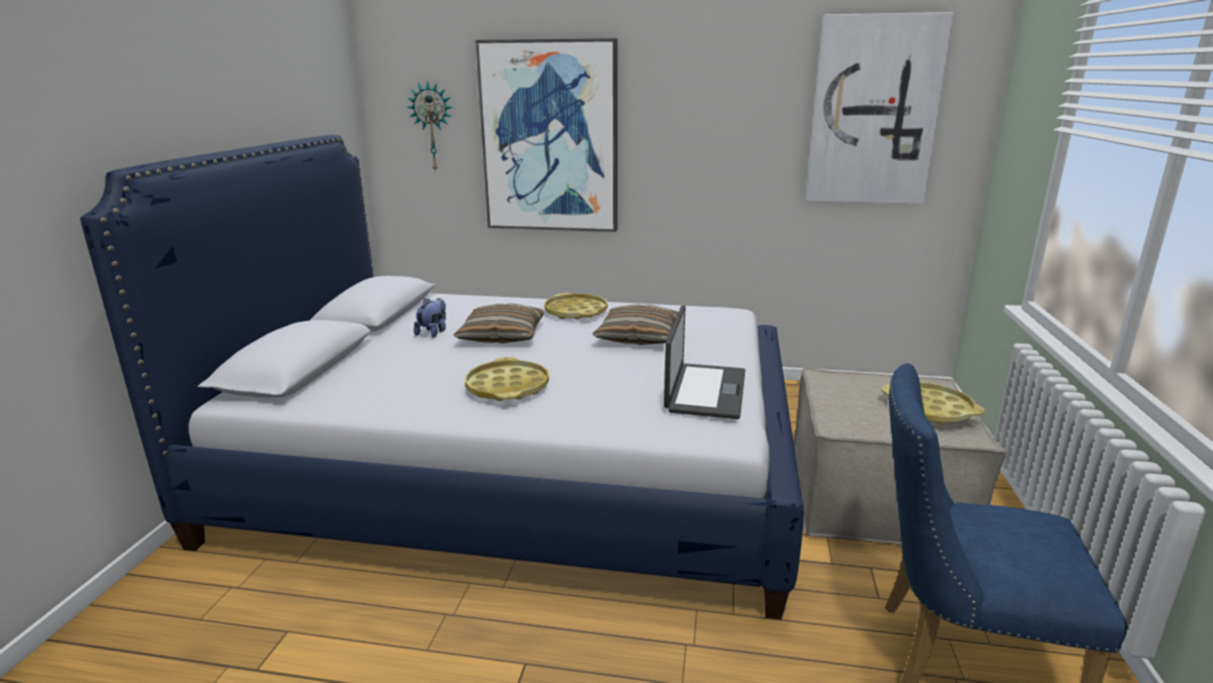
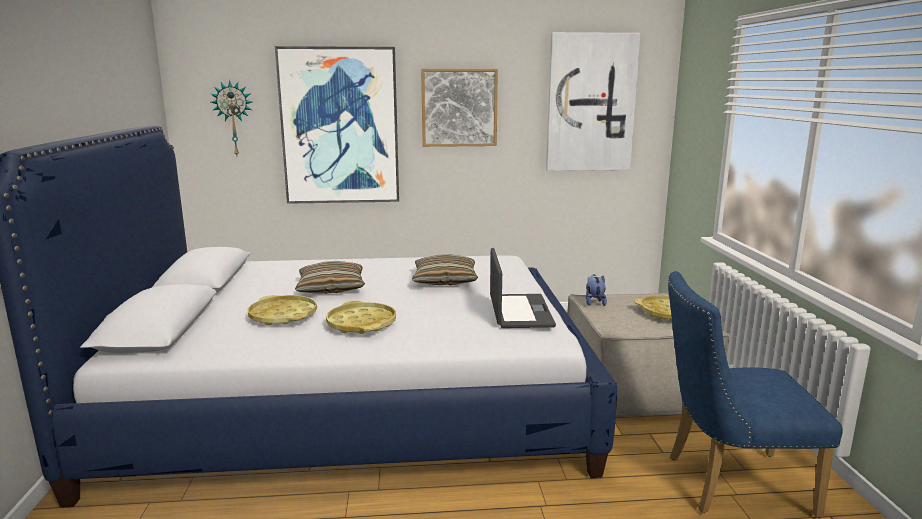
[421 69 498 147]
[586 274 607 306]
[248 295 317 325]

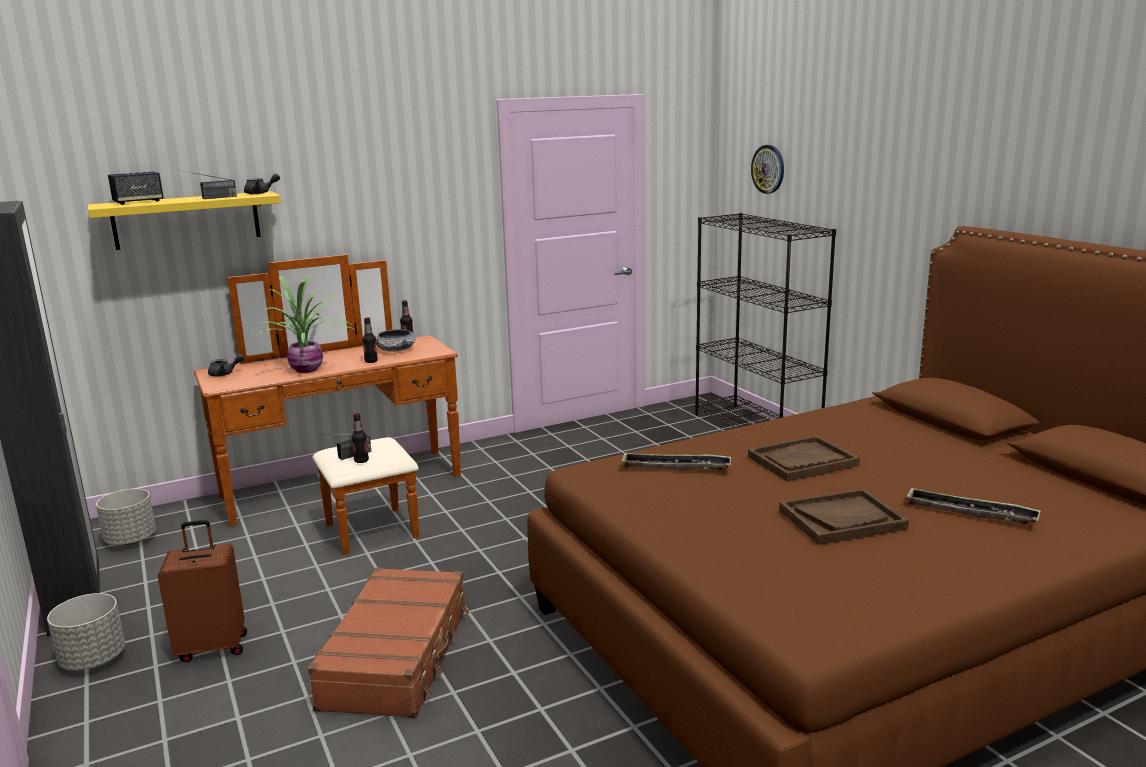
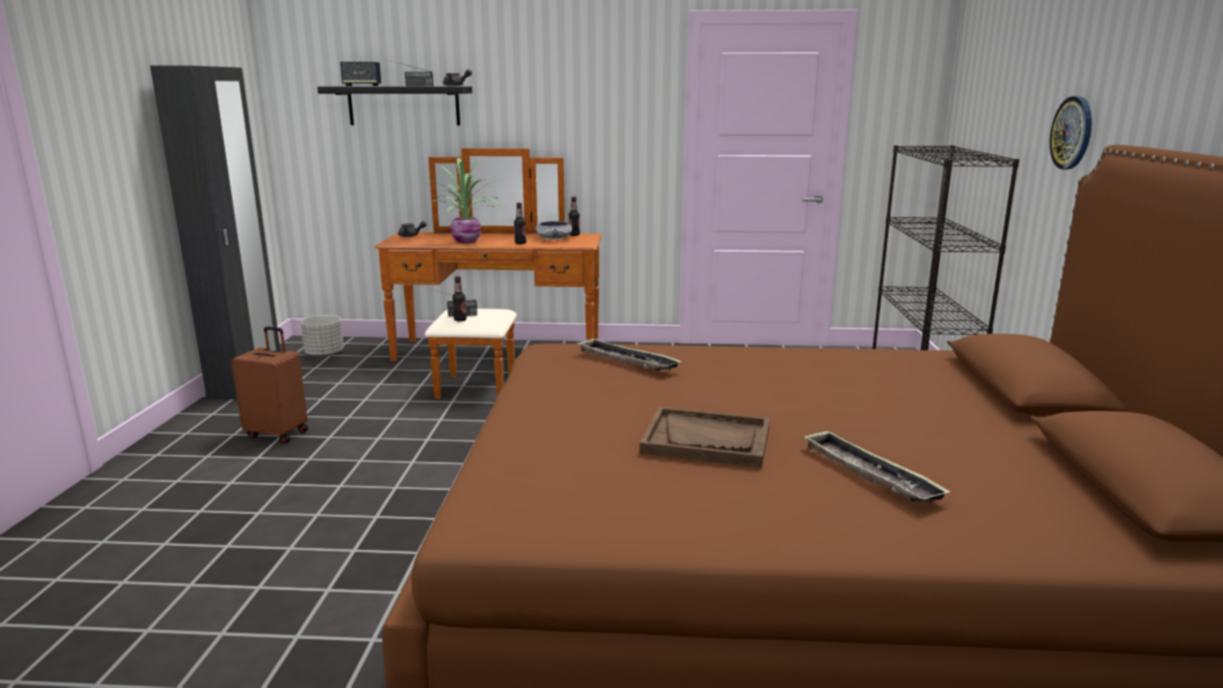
[47 593 125 670] (first image)
[308 567 469 718] (first image)
[748 436 860 482] (first image)
[1050 96 1092 169]
[317 86 472 126]

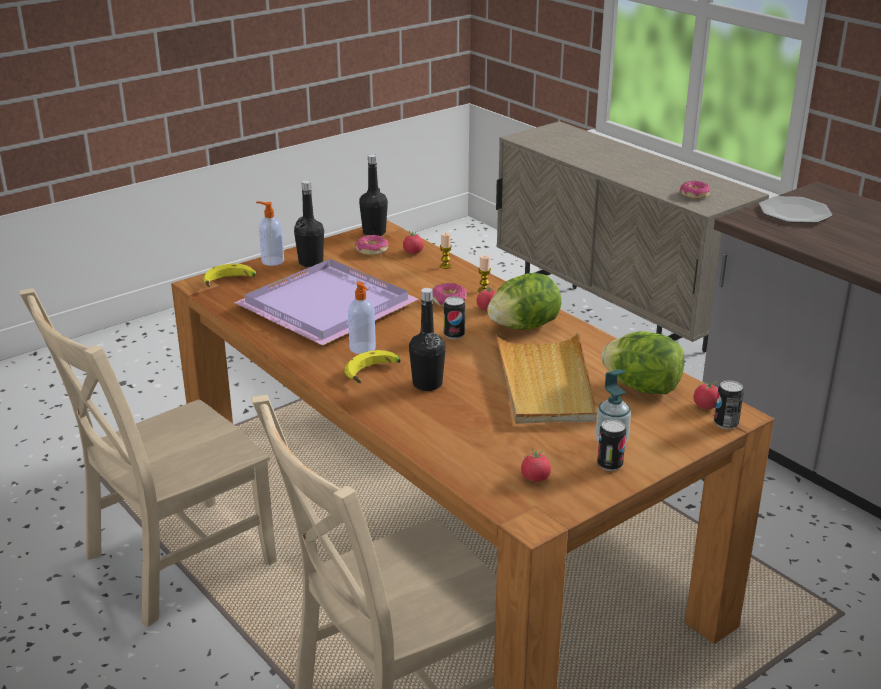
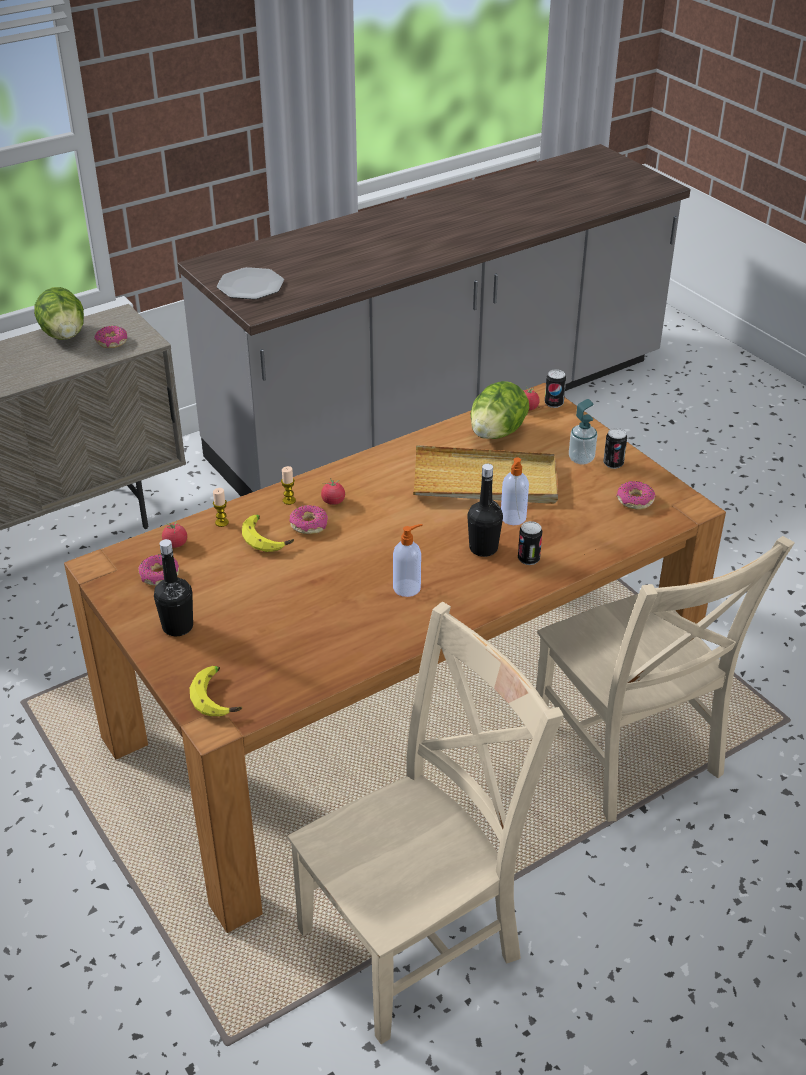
[234 259 419 345] (first image)
[359 154 388 236] (first image)
[501 457 529 525]
[242 515 294 552]
[518 521 542 565]
[34 287 84 340]
[616 481 656 510]
[287 602 564 1044]

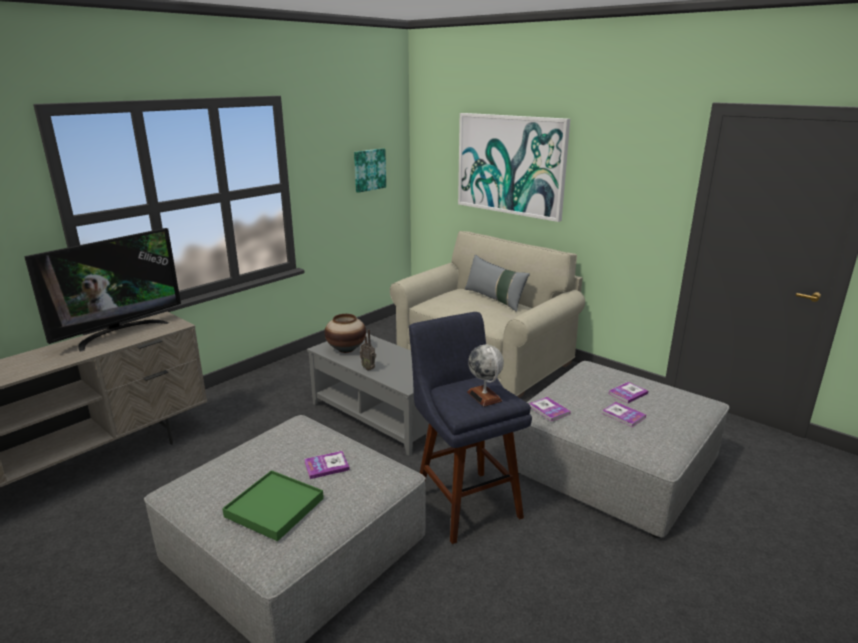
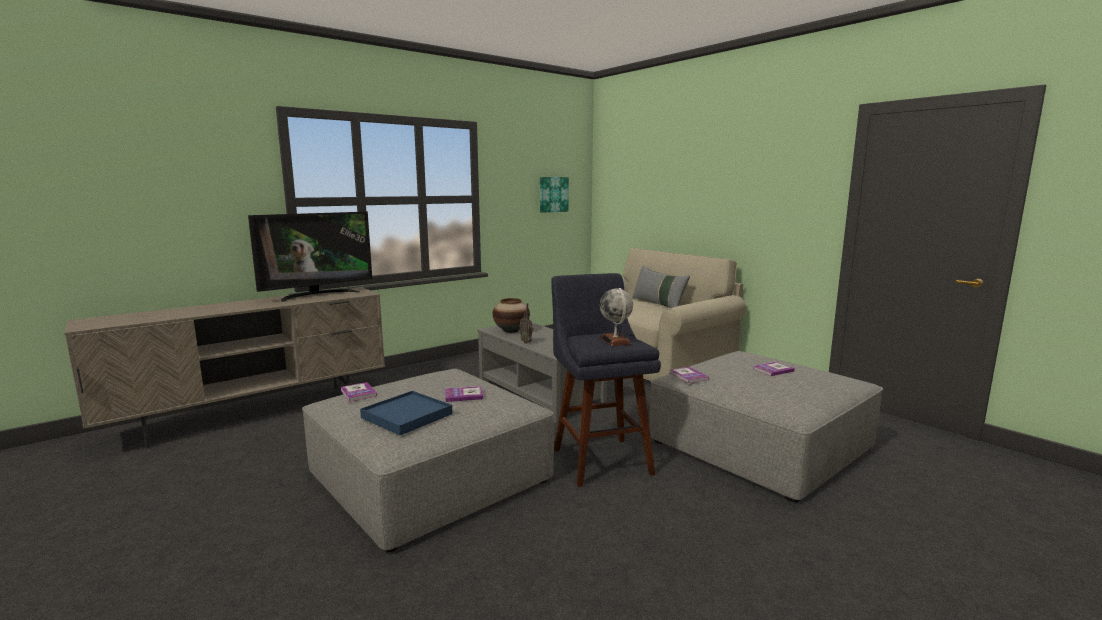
[458 113 570 222] (first image)
[341 382 377 402]
[360 391 452 435]

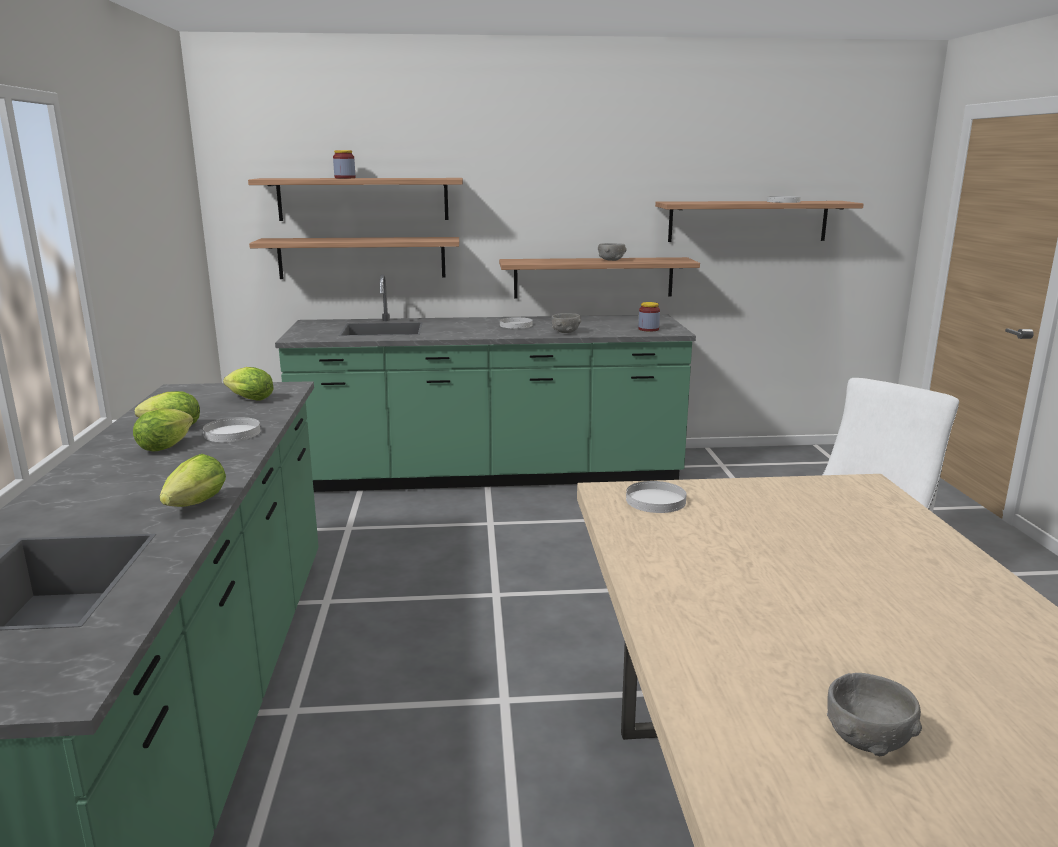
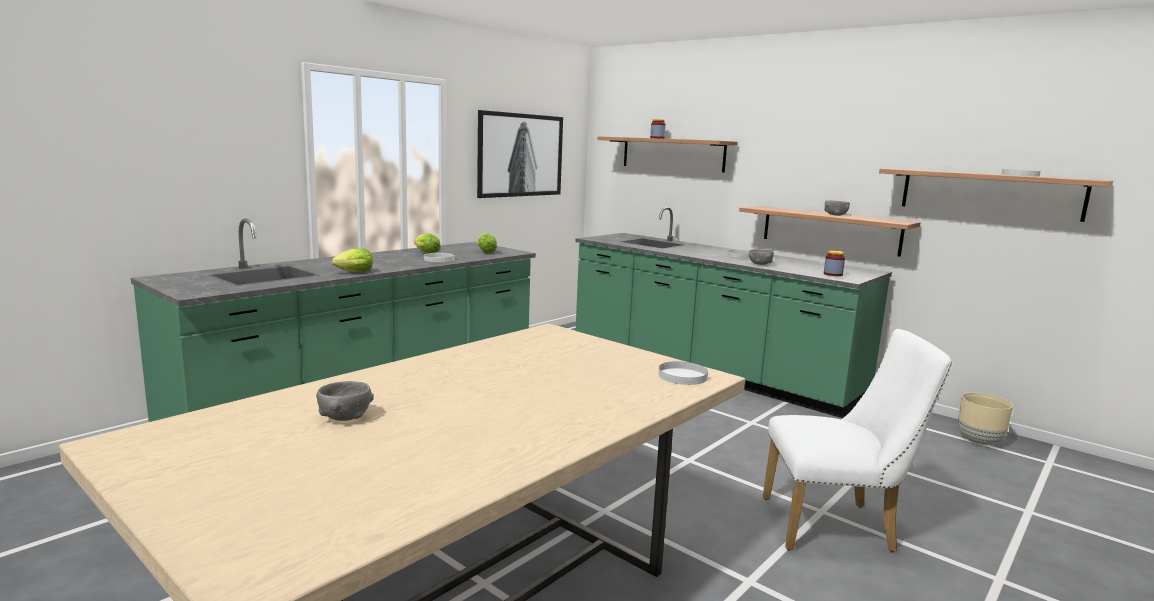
[133 409 193 452] (first image)
[249 237 459 279] (first image)
[477 110 563 198]
[958 393 1013 445]
[658 361 708 385]

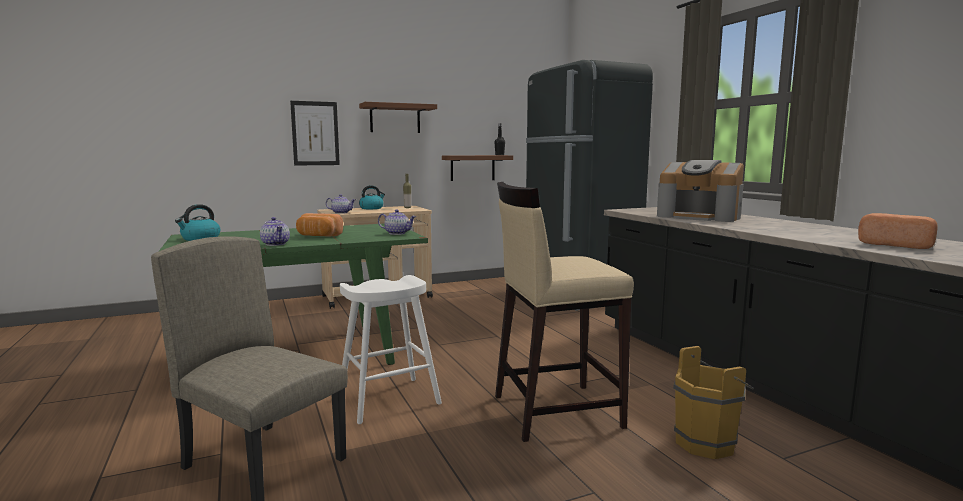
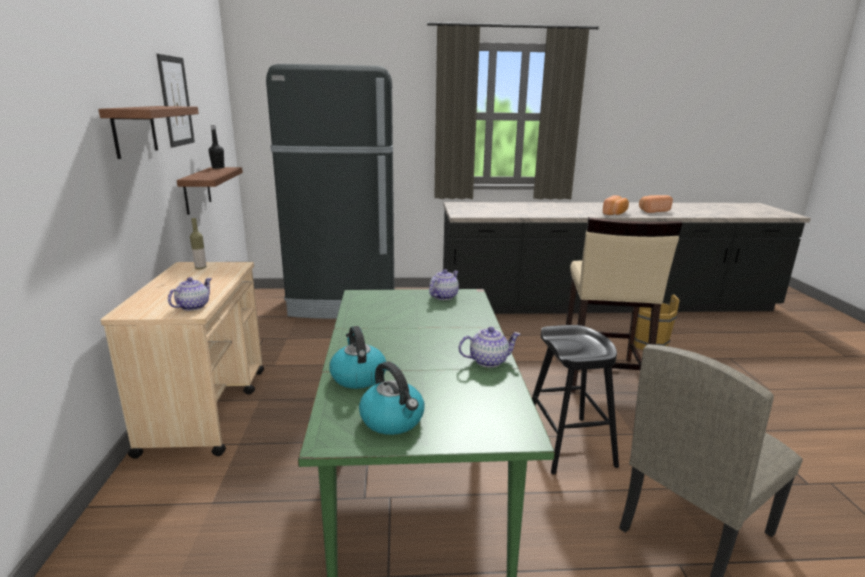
[657 160 744 222] (first image)
[157 54 195 148]
[603 195 629 215]
[329 326 386 389]
[532 325 619 475]

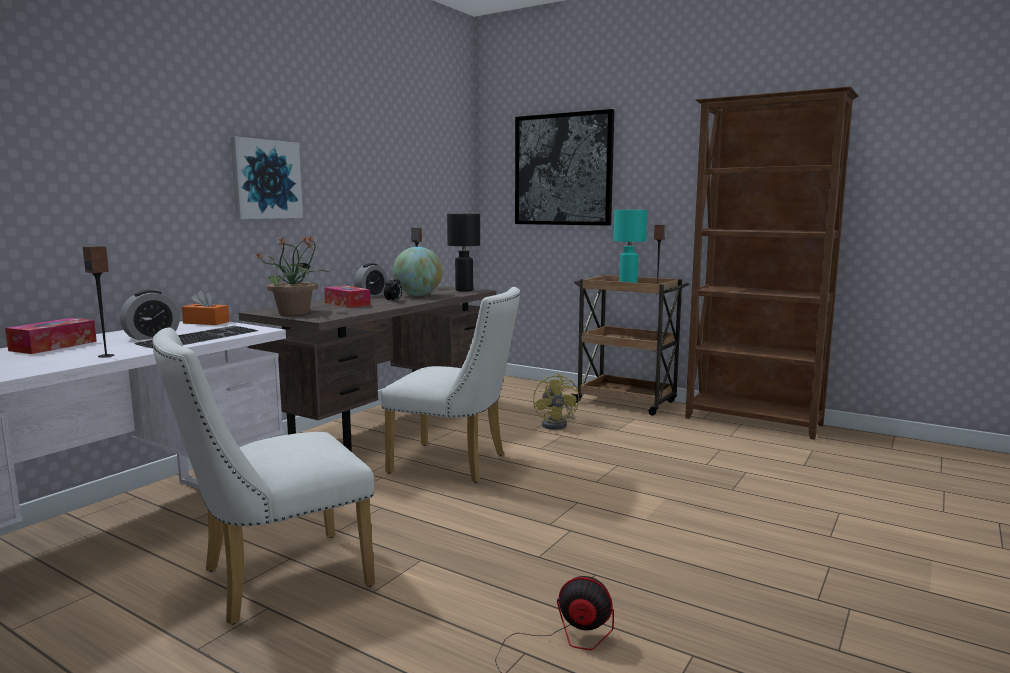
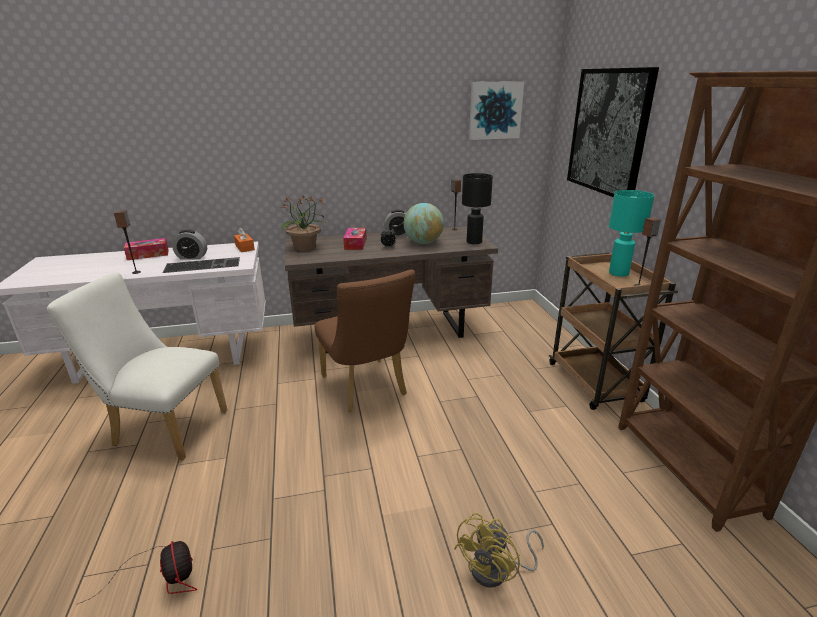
[469 81 524 140]
[454 513 544 587]
[314 270 415 412]

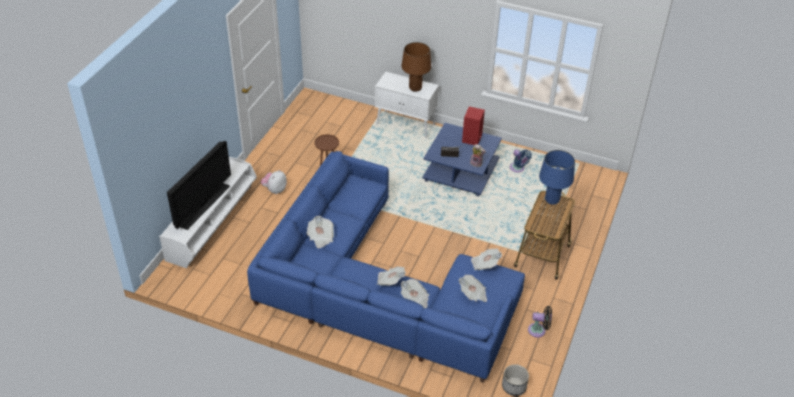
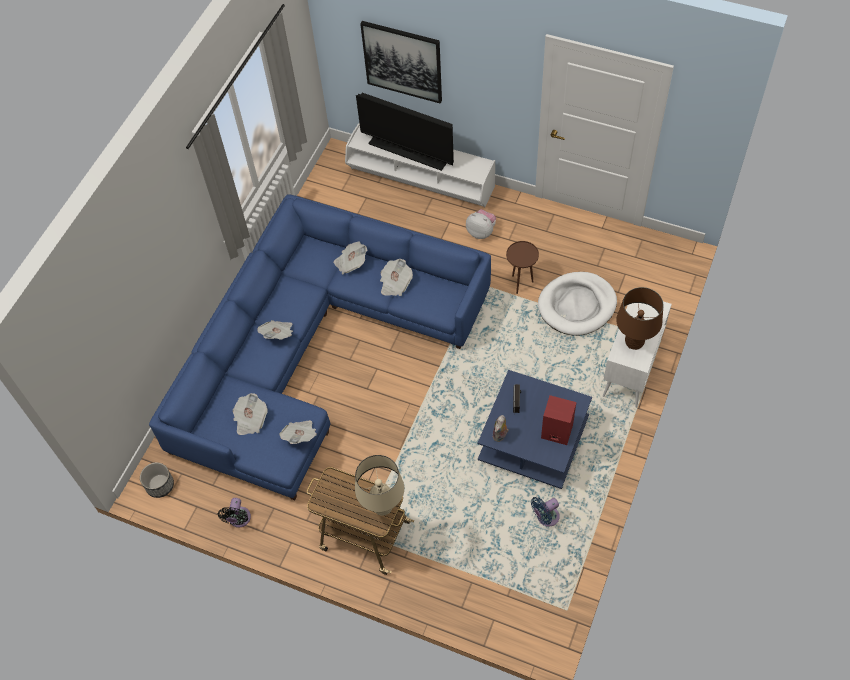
[360 21 442 104]
[538 272 617 336]
[380 259 413 296]
[355 455 404 516]

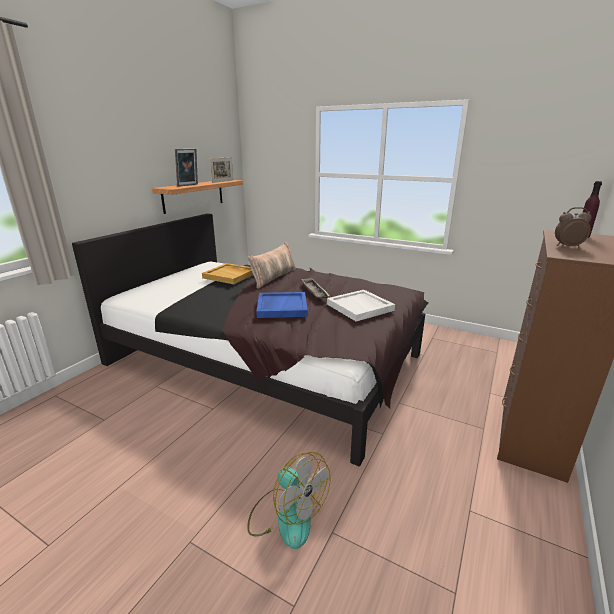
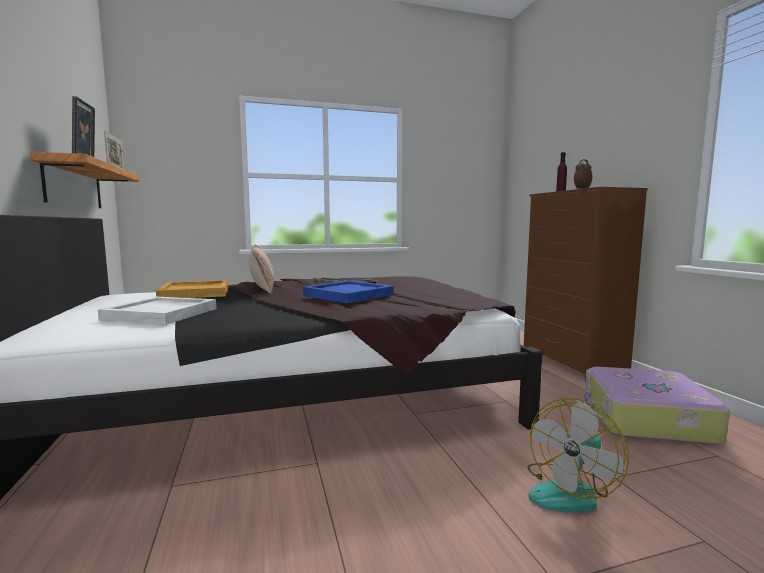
[584 367 730 445]
[98 297 216 325]
[528 398 629 513]

